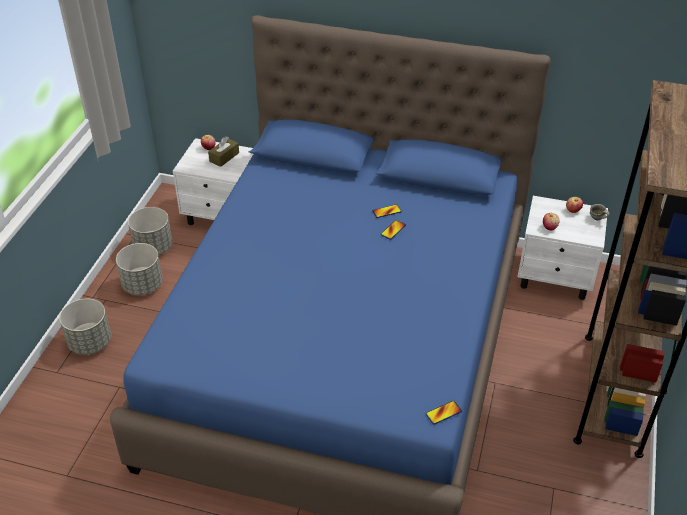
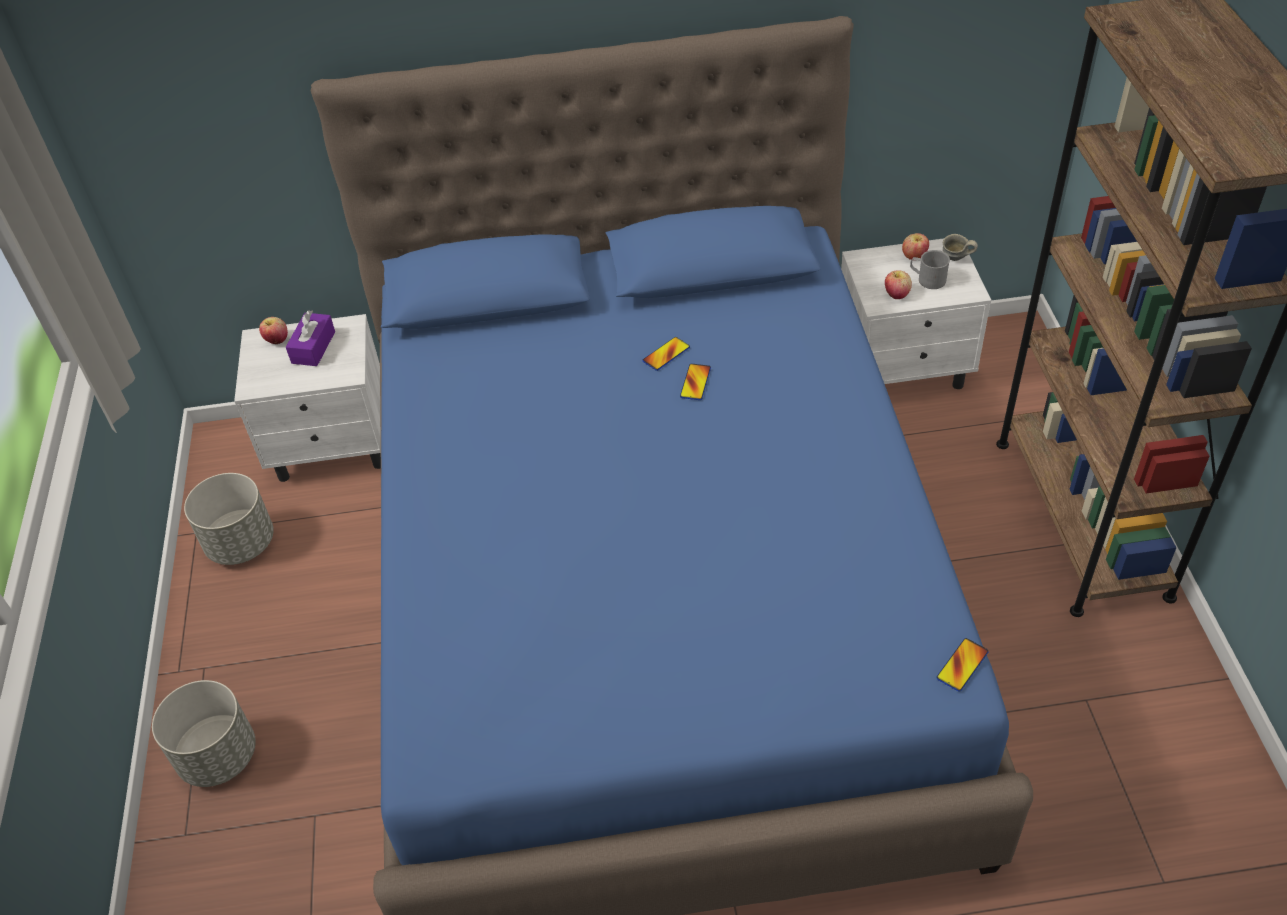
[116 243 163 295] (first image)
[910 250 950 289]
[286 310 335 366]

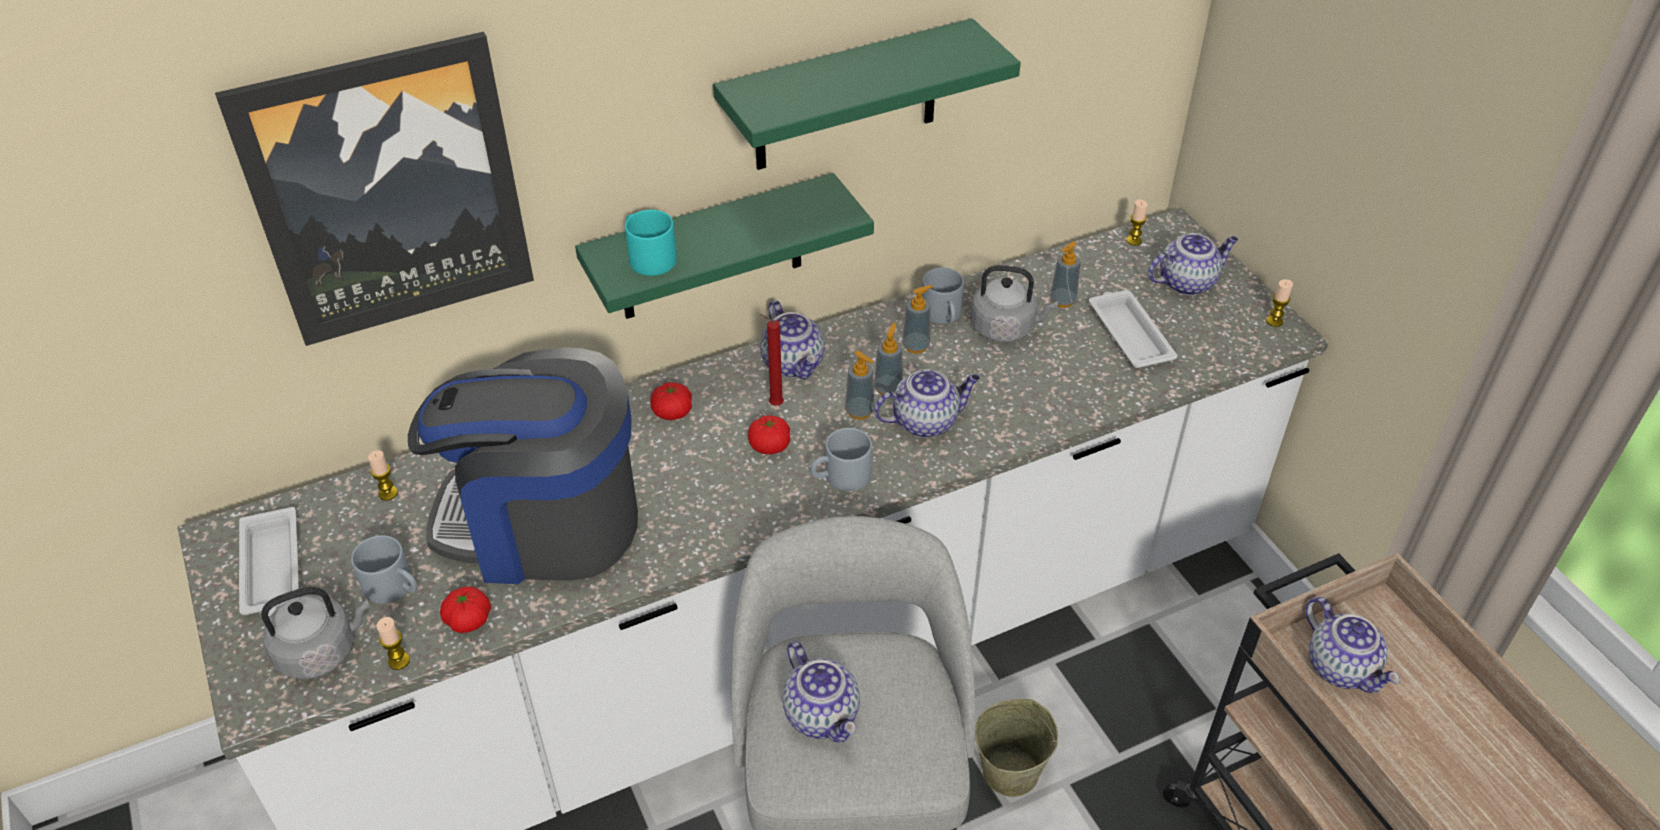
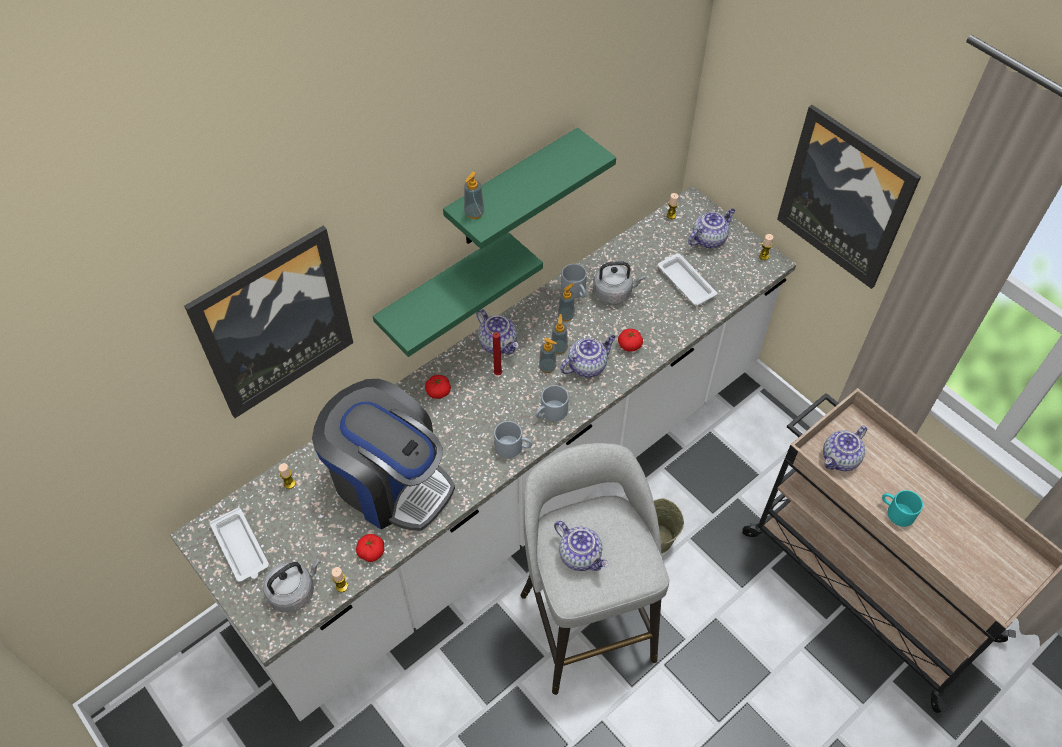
[777 105 921 289]
[494 421 532 458]
[882 490 923 527]
[618 329 643 352]
[464 172 484 219]
[312 379 455 531]
[823 426 867 471]

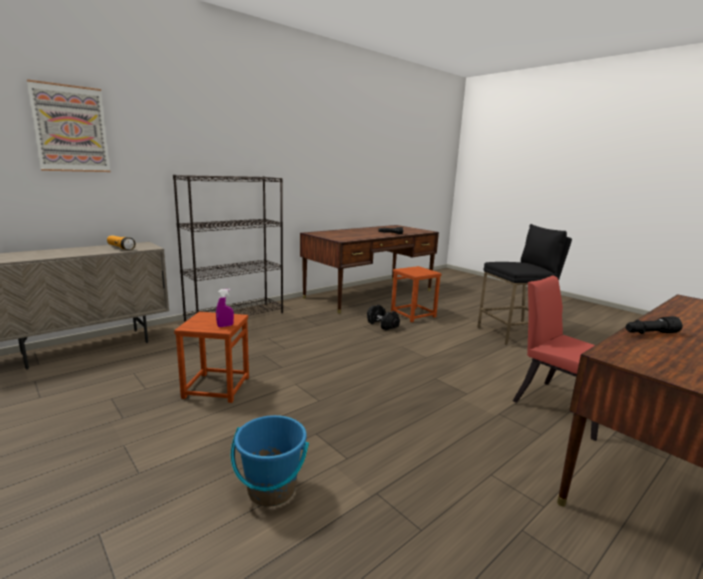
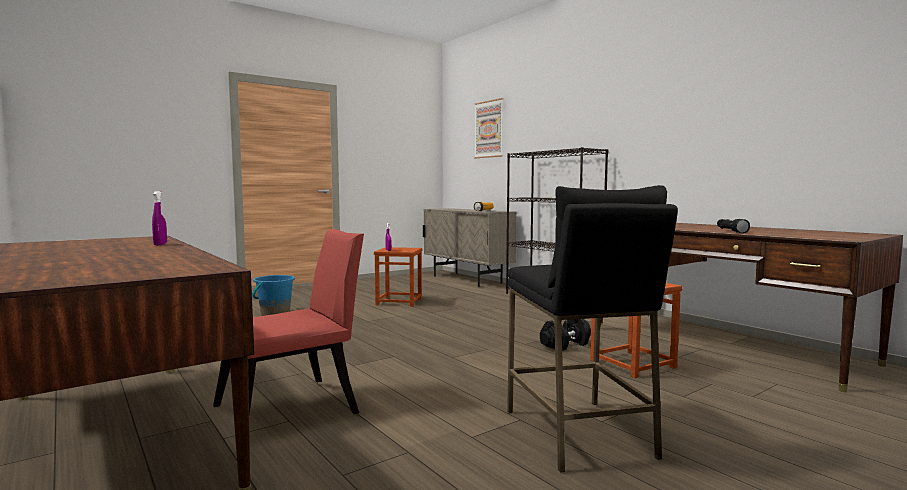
[152 191 167 246]

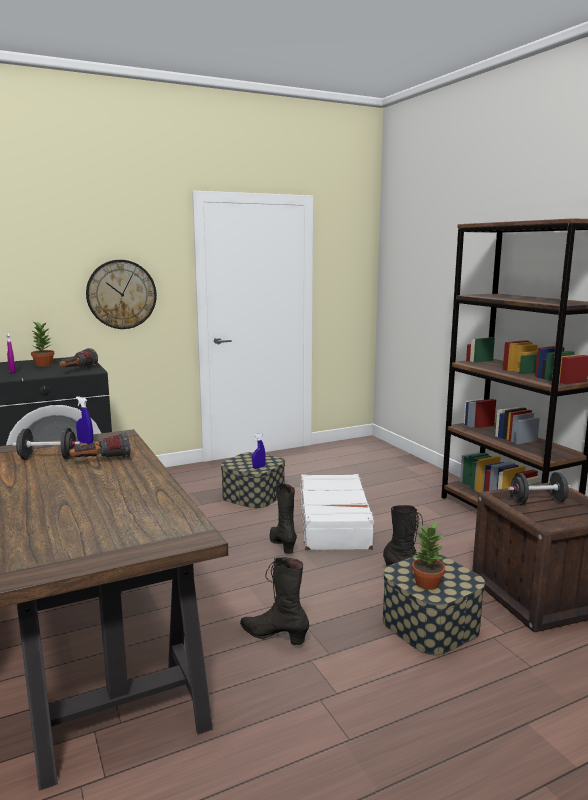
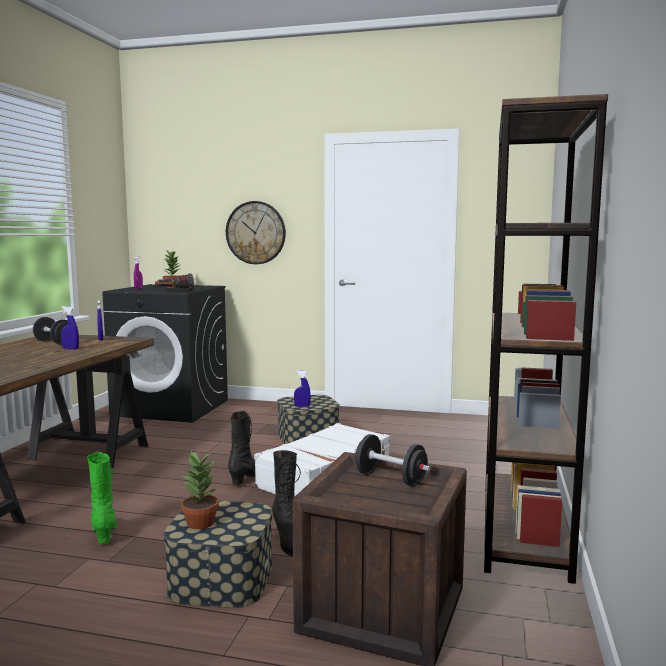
[61 306 79 350]
[87 452 117 544]

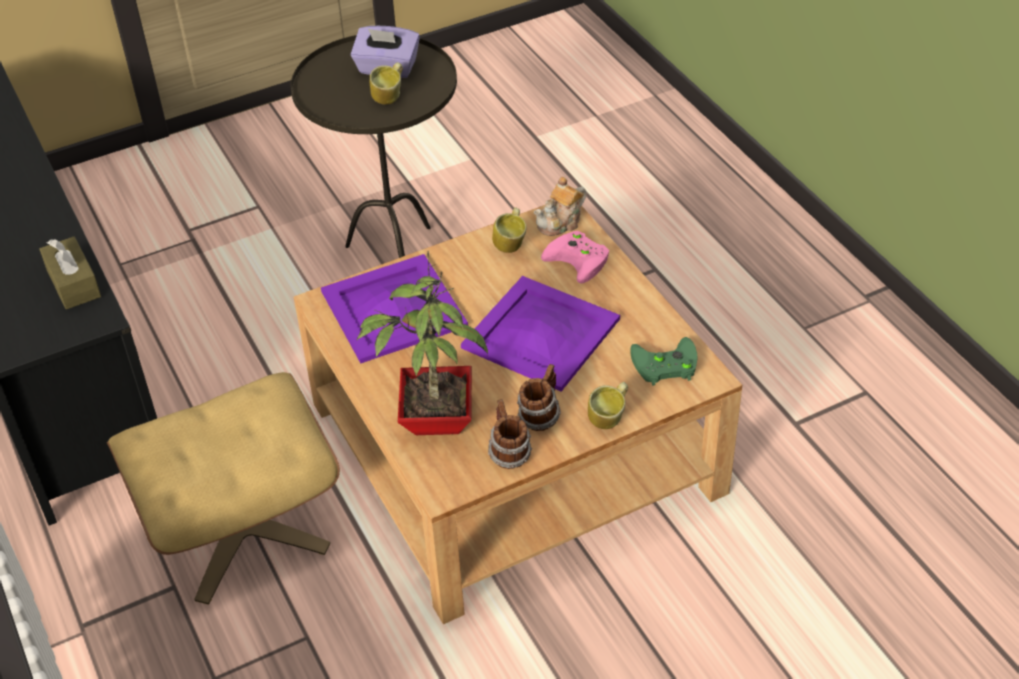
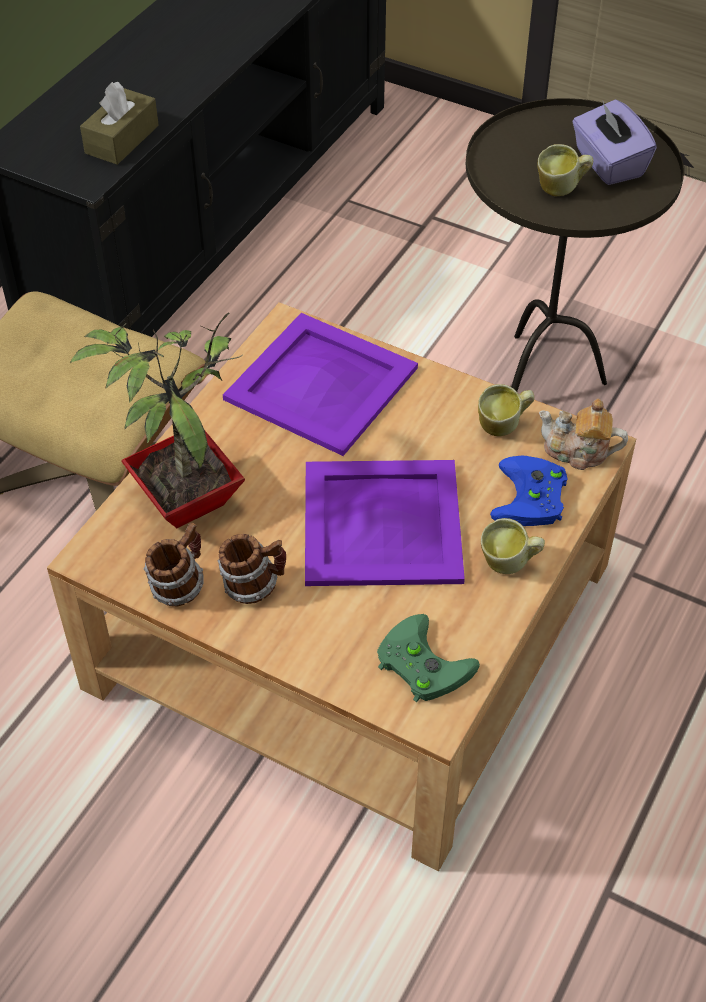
[481 518 545 574]
[490 456 567 526]

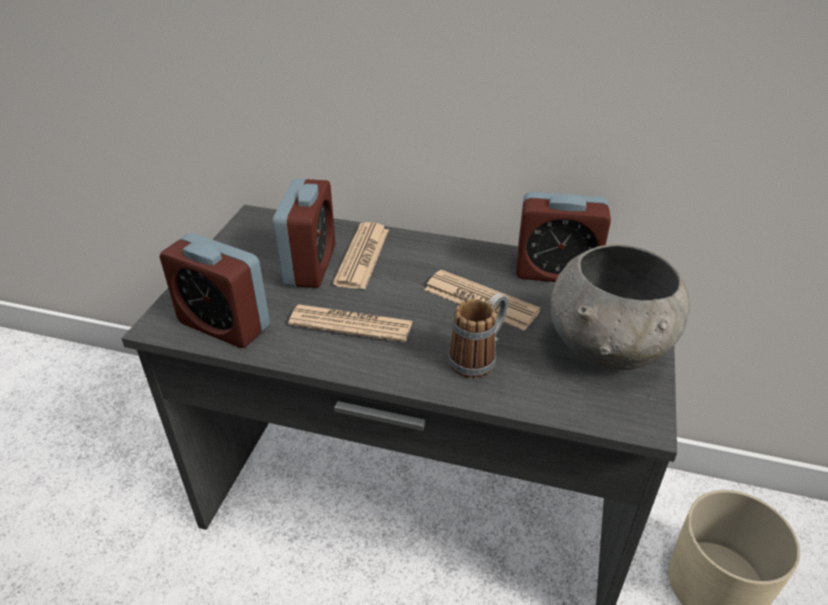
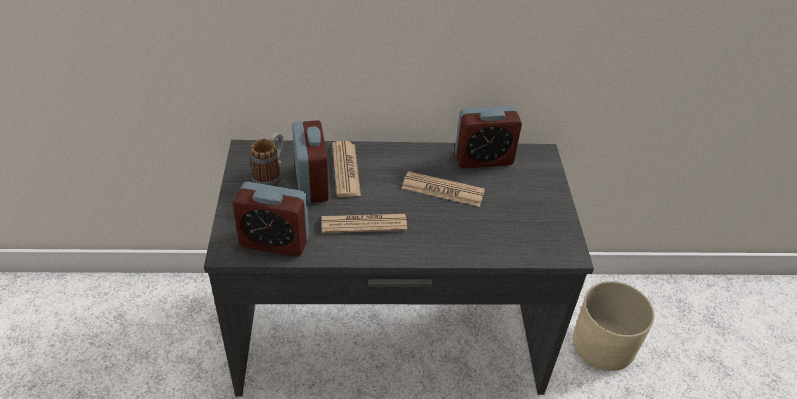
[551 244 690 370] (first image)
[250 133 283 186]

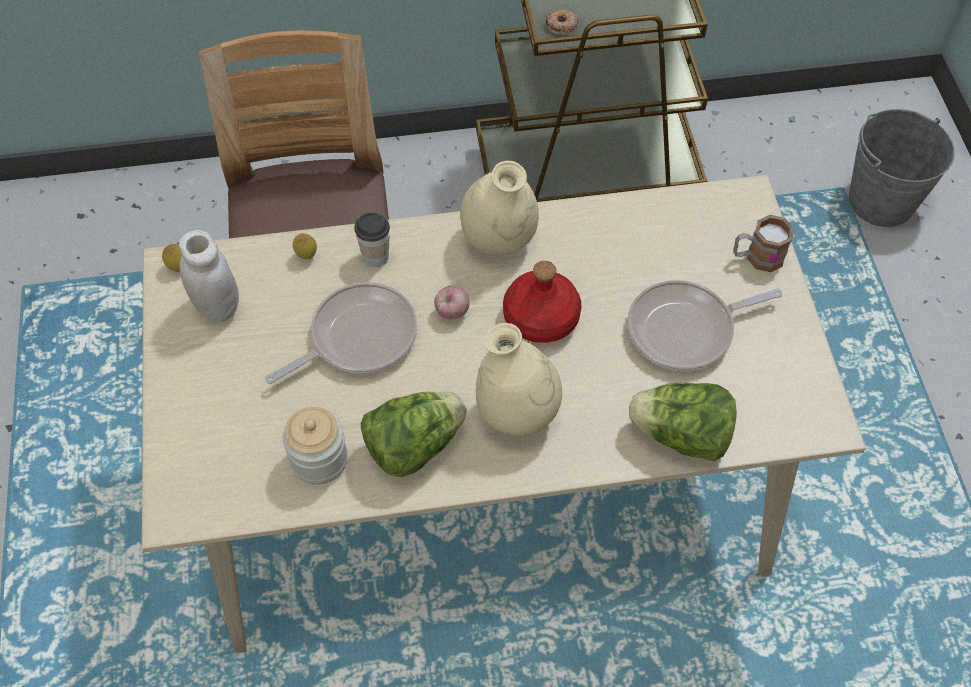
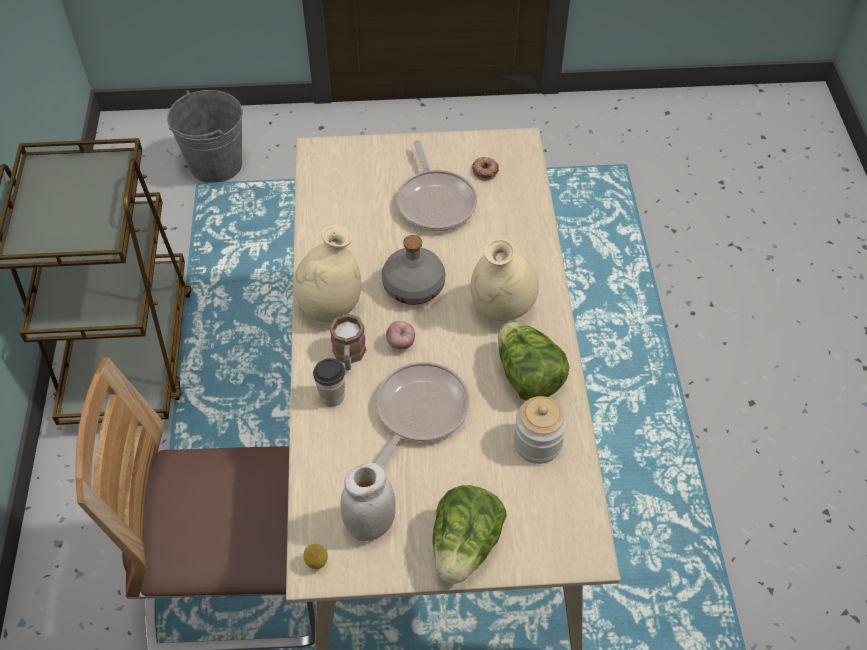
[293 233 317 259] (first image)
[472 157 499 181]
[433 485 507 584]
[329 314 366 370]
[382 235 446 305]
[375 362 470 466]

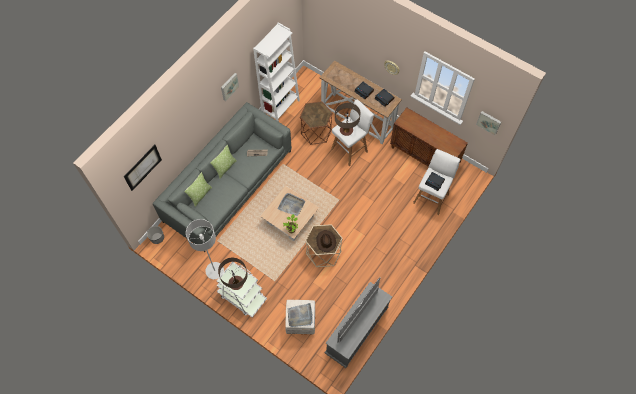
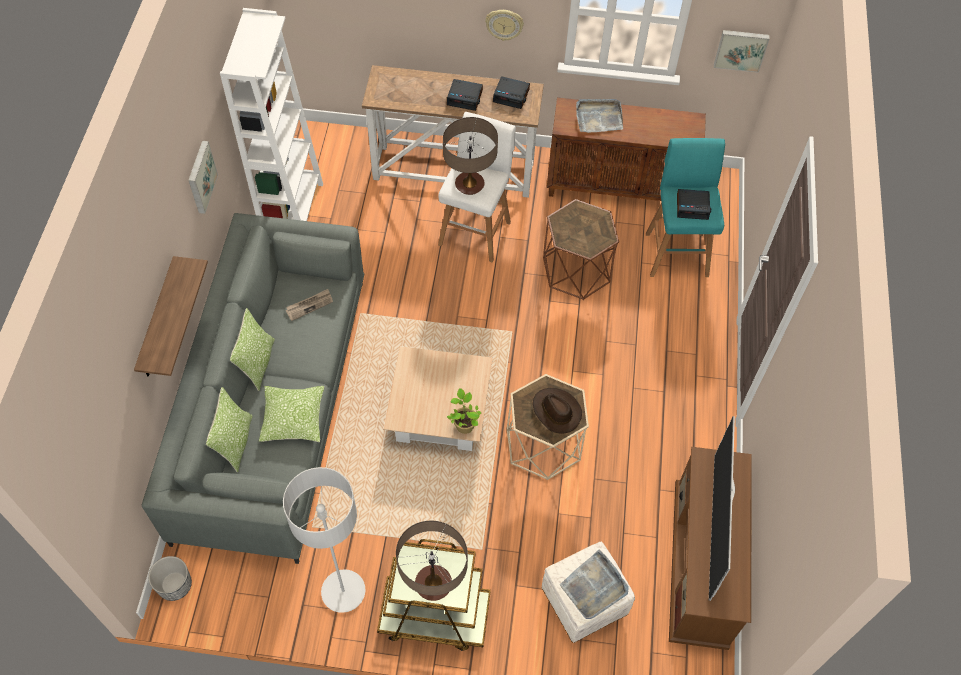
[124 145 162 191] (first image)
[134 256 208 377]
[259 386 324 442]
[576 99 623 133]
[543 199 619 300]
[377 539 491 651]
[669 447 752 650]
[646 138 725 277]

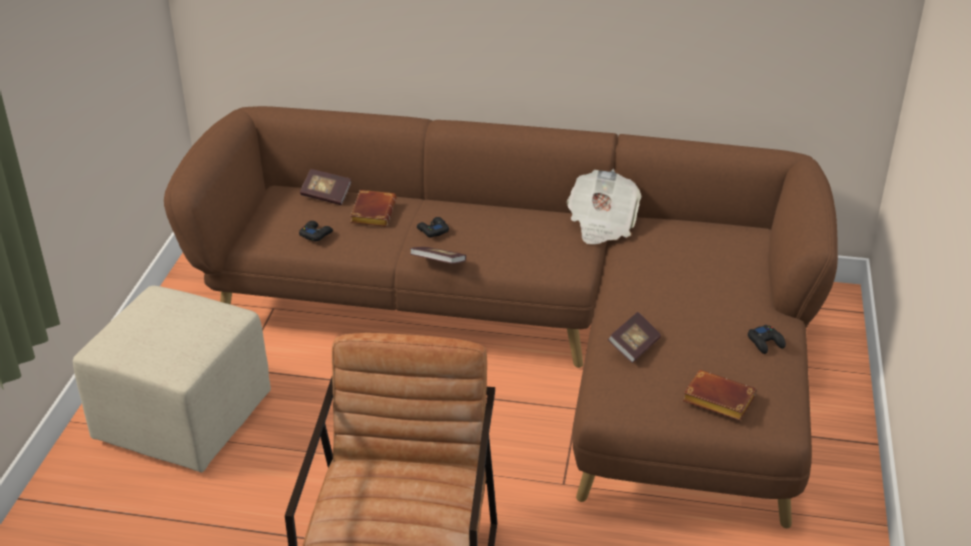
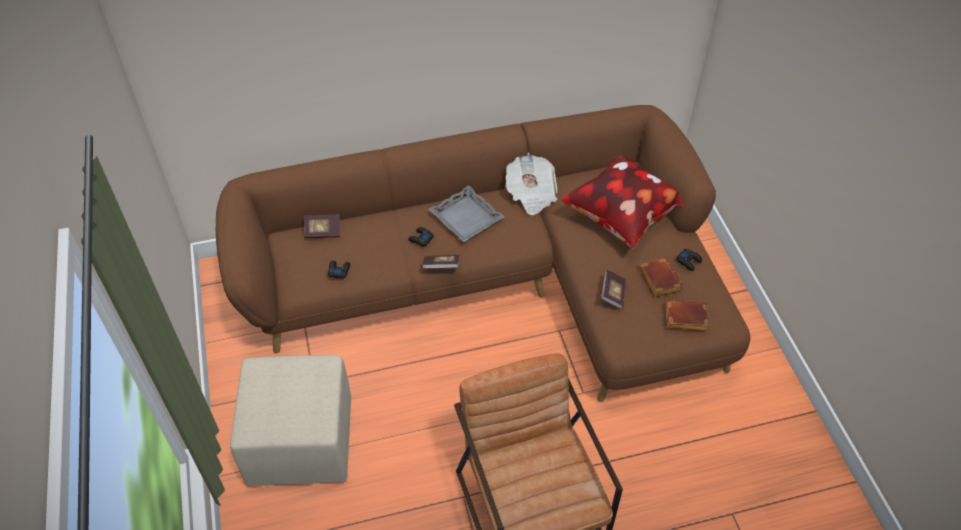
[428 185 505 242]
[561 155 684 248]
[639 258 684 297]

